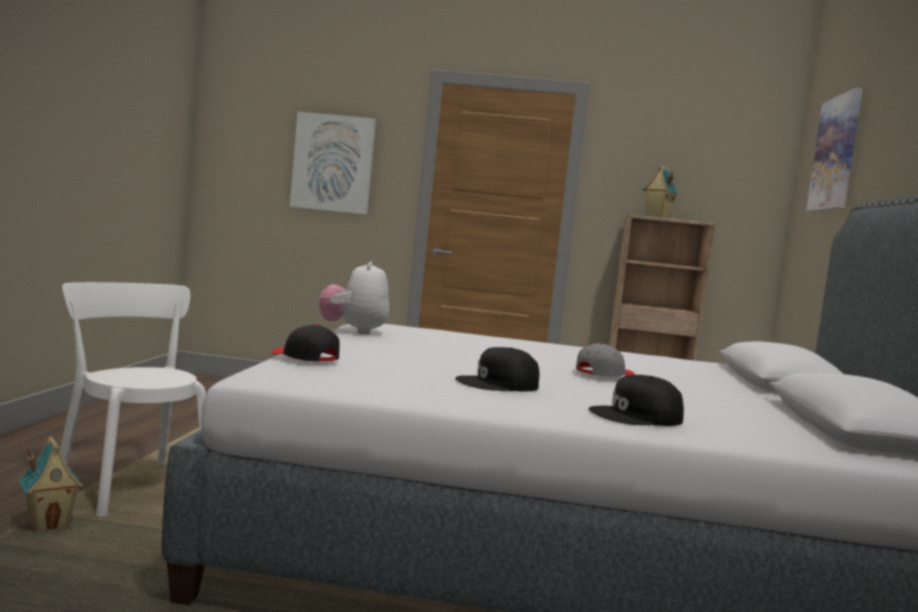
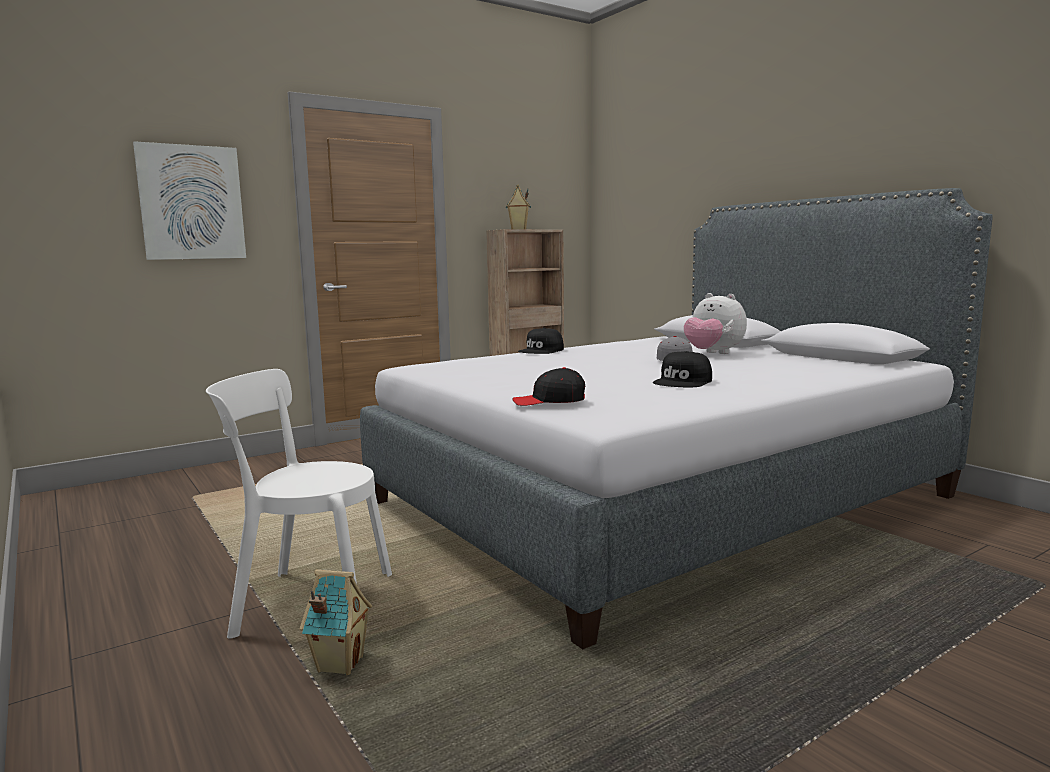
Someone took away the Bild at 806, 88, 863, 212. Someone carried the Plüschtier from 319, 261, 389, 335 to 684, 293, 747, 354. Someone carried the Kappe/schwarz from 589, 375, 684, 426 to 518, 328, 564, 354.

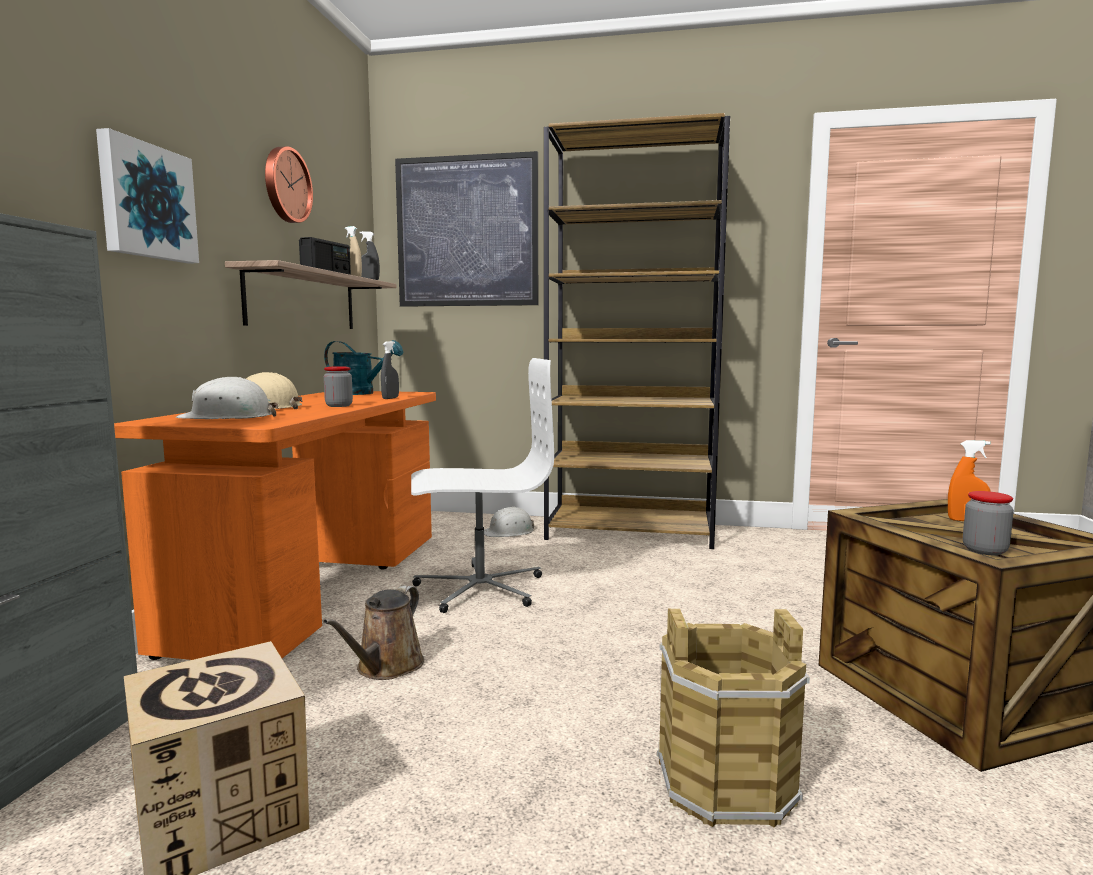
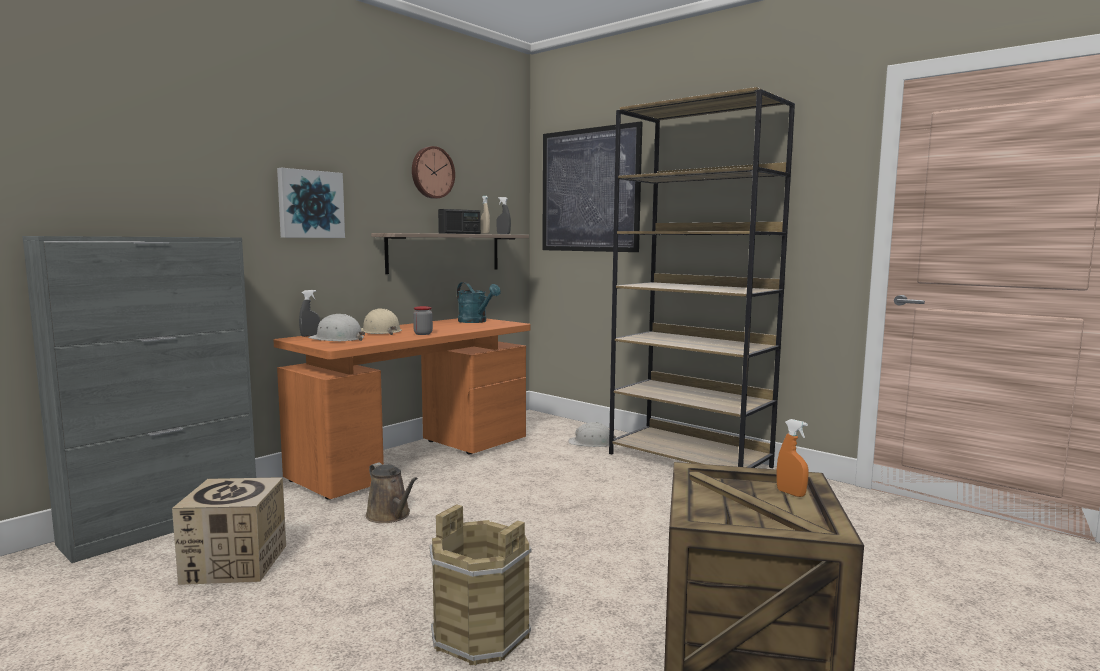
Someone carried the Sprühflasche/grau from 381, 341, 399, 399 to 299, 290, 320, 337. Someone took away the Bürostuhl/weiß at 411, 358, 554, 613. Someone took away the Vorratsglas at 963, 491, 1014, 555. Someone rotated the Gießkanne/braun at 323, 586, 424, 680 by 90 degrees counterclockwise.

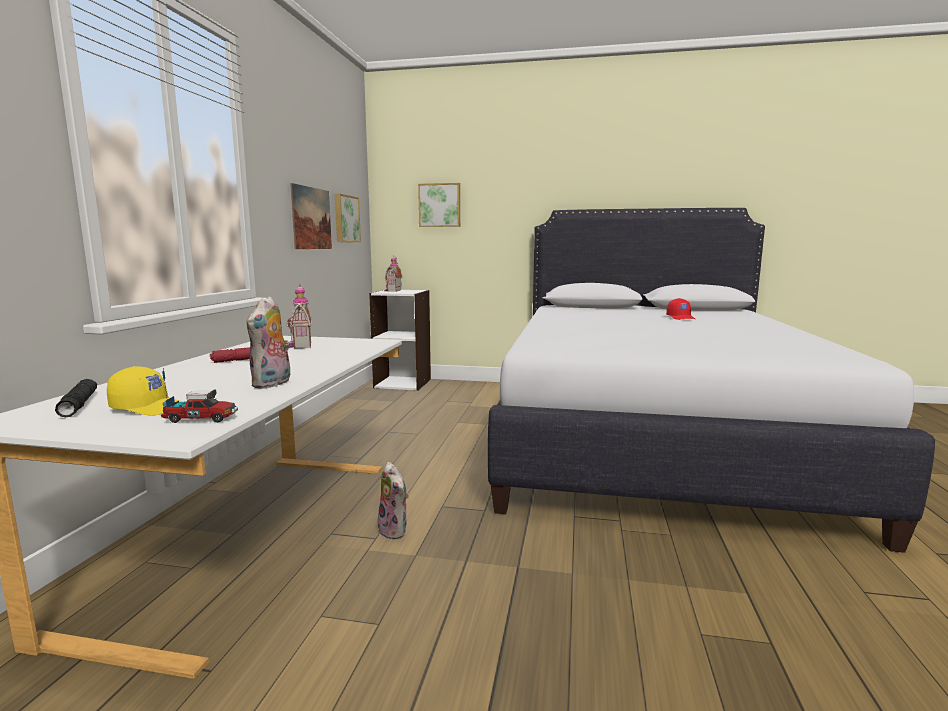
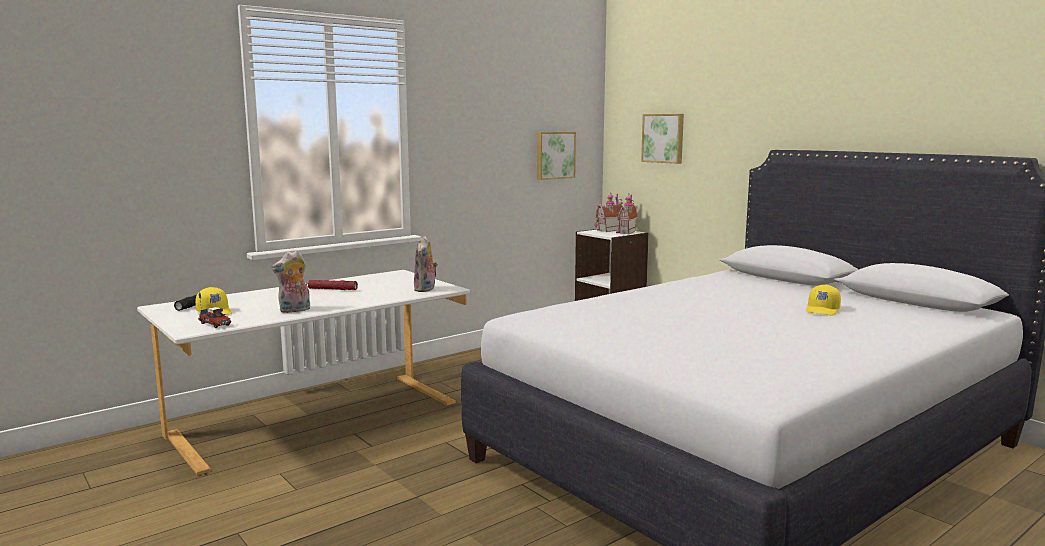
Someone took away the Bild at 290, 183, 332, 249. Someone carried the Spielzeughaus from 286, 282, 312, 349 to 616, 194, 638, 234. Someone repainted the Kappe/rot at 666, 298, 695, 320, which became the Kappe/gelb at 806, 285, 841, 316. Someone carried the Plüschtier from 378, 462, 409, 539 to 414, 236, 438, 292.

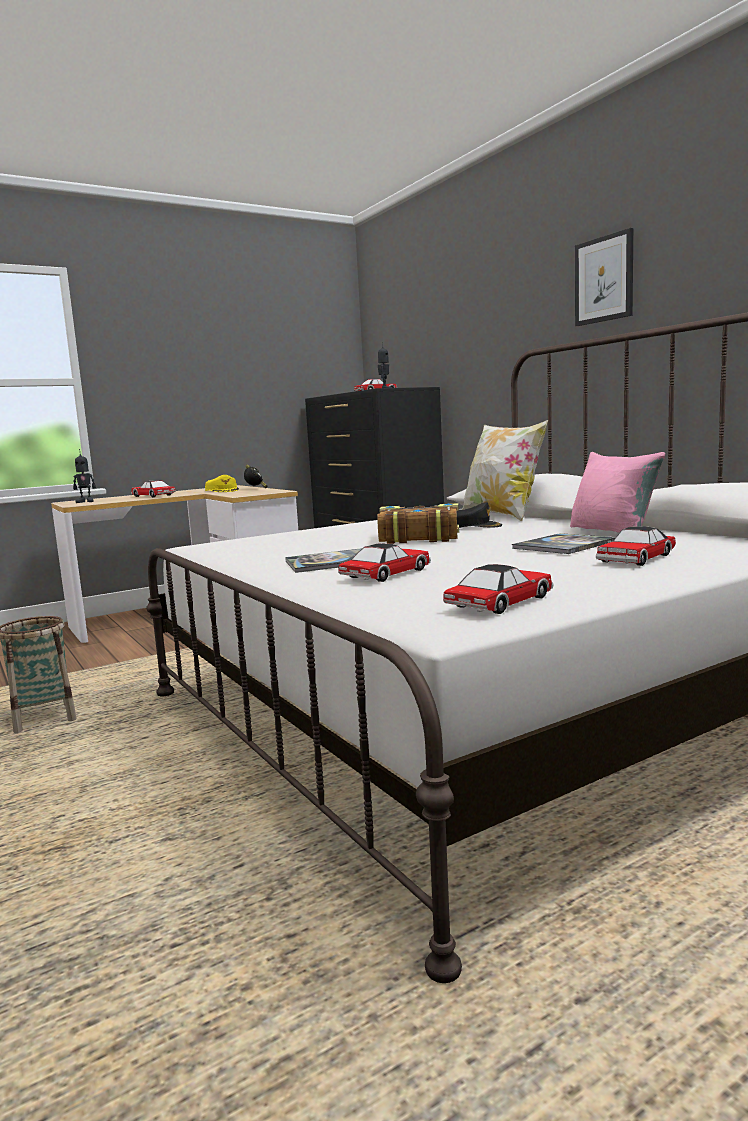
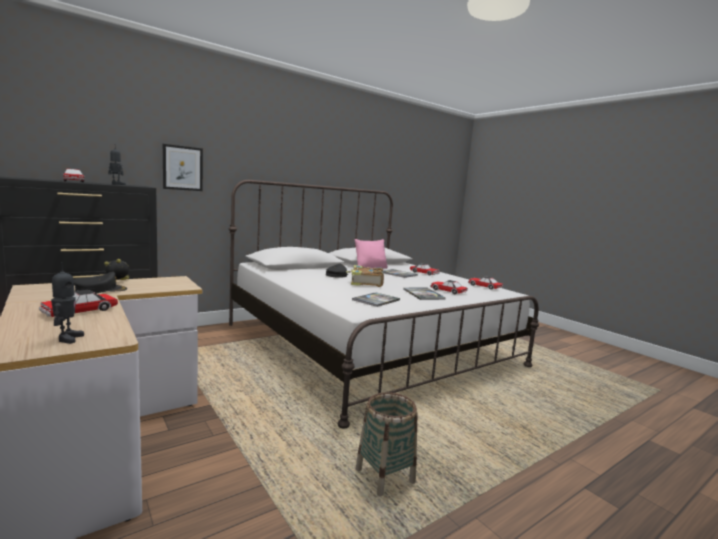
Someone carried the Bild from 575, 228, 633, 326 to 163, 144, 203, 191. Someone took away the Kissen at 462, 420, 548, 521. Someone repainted the Kappe/gelb at 205, 475, 239, 492, which became the Kappe/schwarz at 74, 272, 127, 294. Someone put down the Buch at 352, 292, 400, 307.

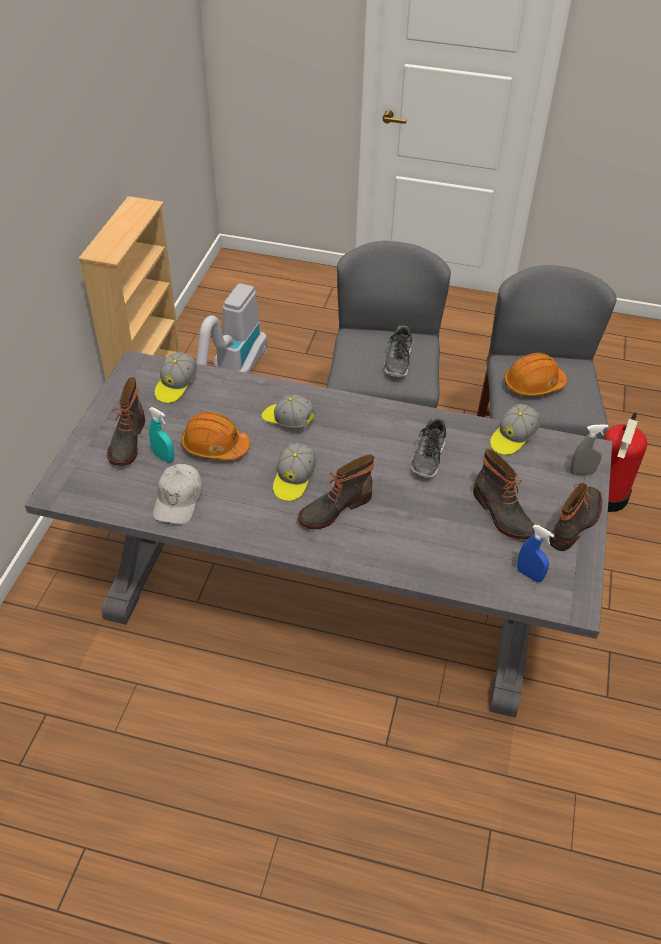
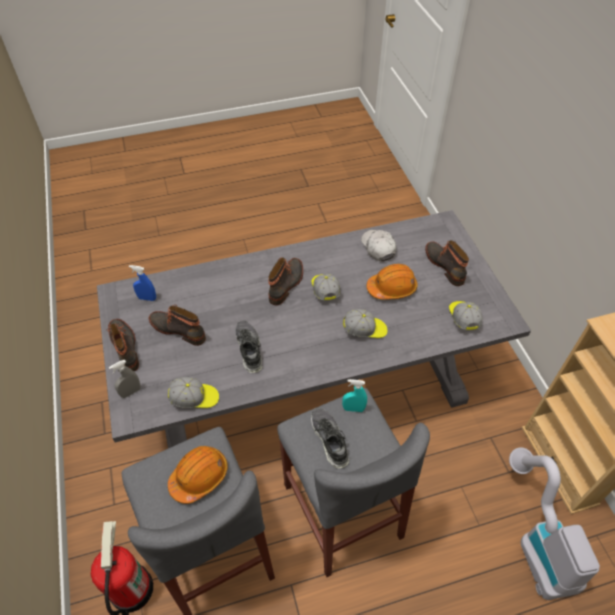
Someone rotated the Kappe at 490, 404, 540, 455 by 75 degrees clockwise. Someone carried the Sprühflasche/türkis from 149, 407, 174, 463 to 342, 379, 367, 412. Someone rotated the Stiefel at 549, 483, 603, 551 by 150 degrees clockwise.

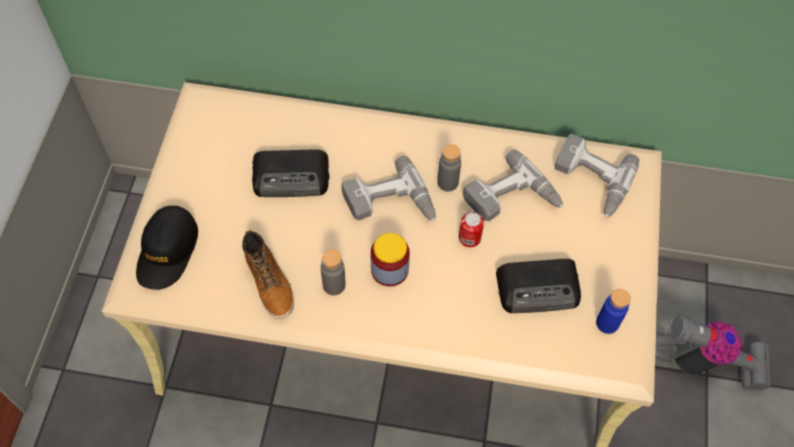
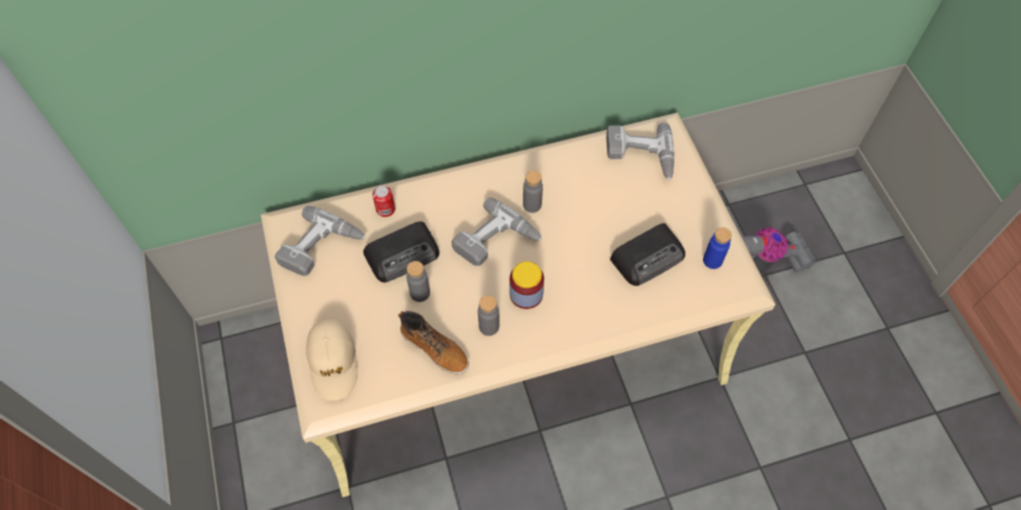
Someone carried the Bohrmaschine from 463, 150, 563, 221 to 275, 206, 366, 276. Someone repainted the Kappe/schwarz at 136, 206, 198, 290, which became the Kappe/beige at 306, 319, 358, 401. Someone carried the Dose from 459, 212, 484, 247 to 372, 186, 395, 217. Someone put down the Flasche/grau at 407, 261, 430, 302.

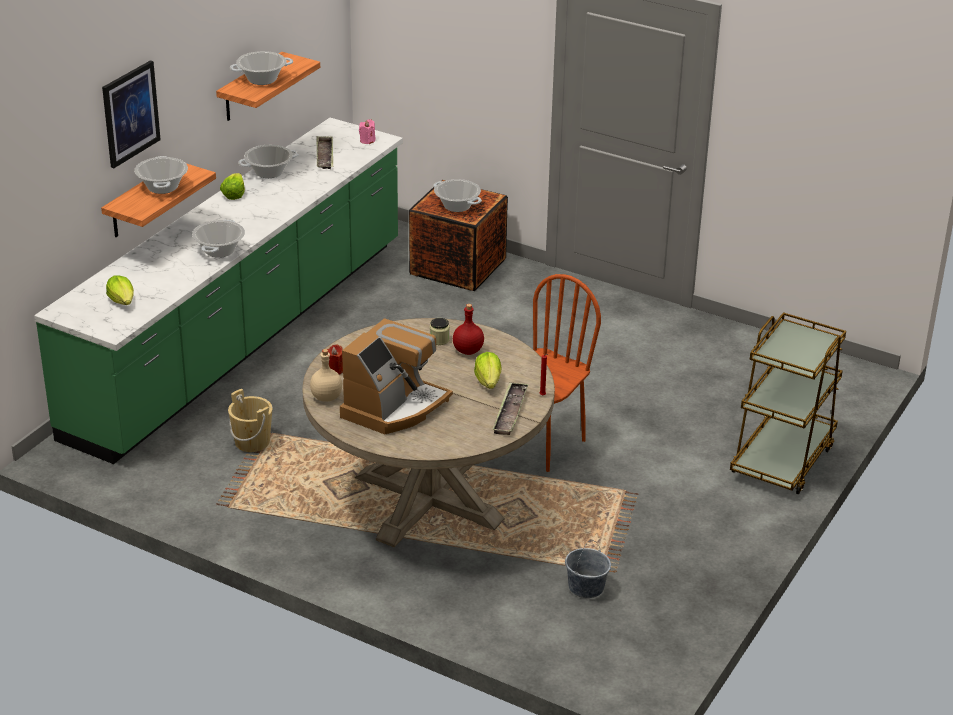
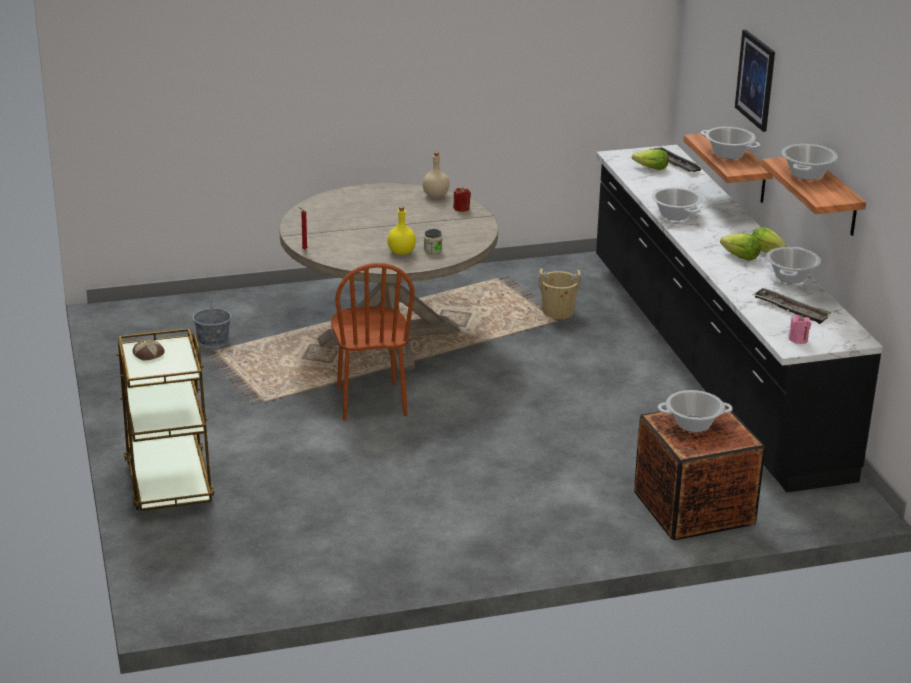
Someone repainted the Küchenzeile/grün at 34, 118, 403, 464, which became the Küchenzeile/schwarz at 596, 145, 883, 493. Someone repainted the Flasche/rot at 453, 304, 484, 355, which became the Flasche/gelb at 388, 206, 416, 255. Someone took away the Kaffeemaschine at 340, 318, 453, 434. Someone carried the Salatkopf from 474, 352, 501, 389 to 720, 233, 761, 261. Someone carried the Tablett from 492, 382, 529, 435 to 650, 146, 704, 172. Someone put down the Brot at 133, 340, 165, 360.

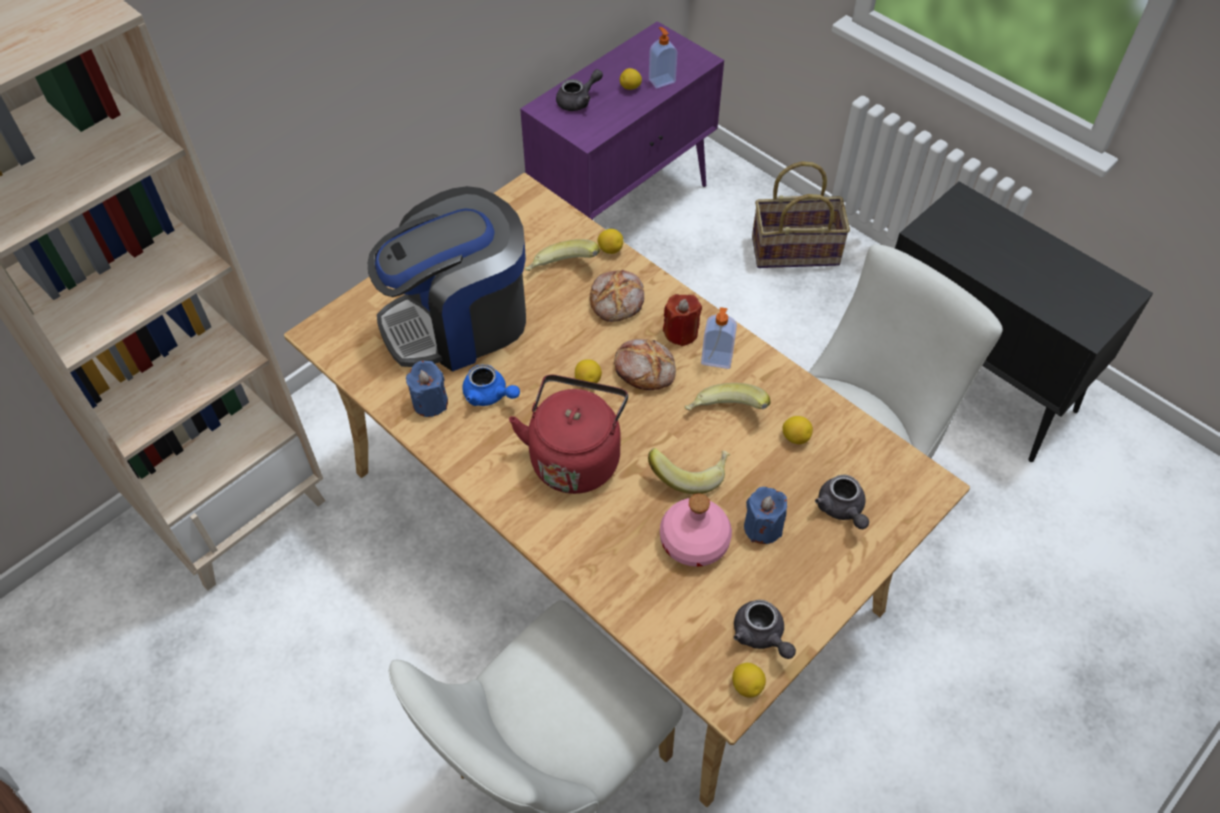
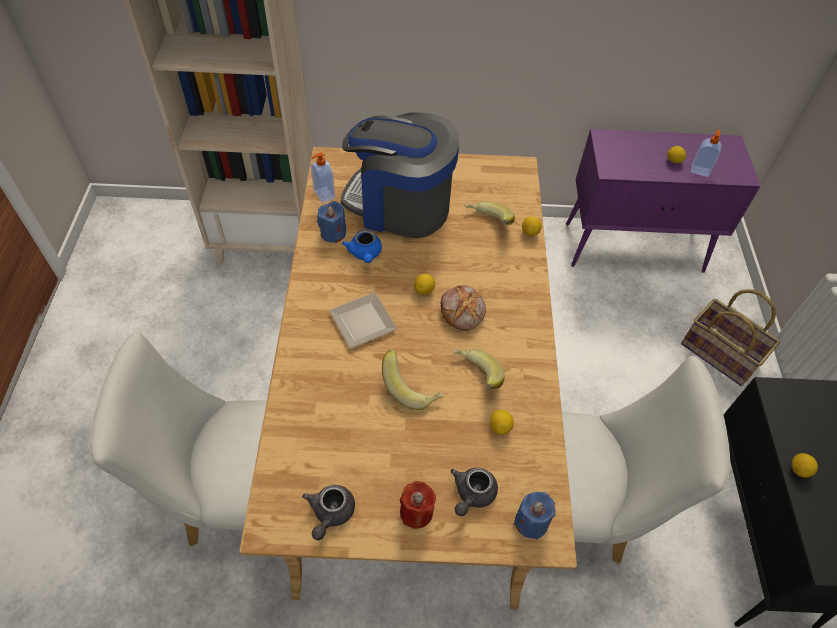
Someone took away the Teekanne/grau at 556, 69, 603, 111. Someone took away the Brot at 590, 270, 644, 322. Someone carried the Kerze/rot from 663, 294, 702, 346 to 400, 481, 436, 529. Someone carried the Seifenspender from 701, 307, 737, 369 to 311, 152, 335, 203. Someone swapped the Wasserkessel/rot at 509, 375, 628, 494 for the Teller at 329, 292, 397, 349. Someone carried the Kerze/blau from 744, 487, 787, 544 to 514, 492, 555, 540. Someone took away the Flasche/rosa at 660, 494, 732, 567. Someone carried the Zitrone from 732, 663, 766, 698 to 791, 453, 818, 478.

